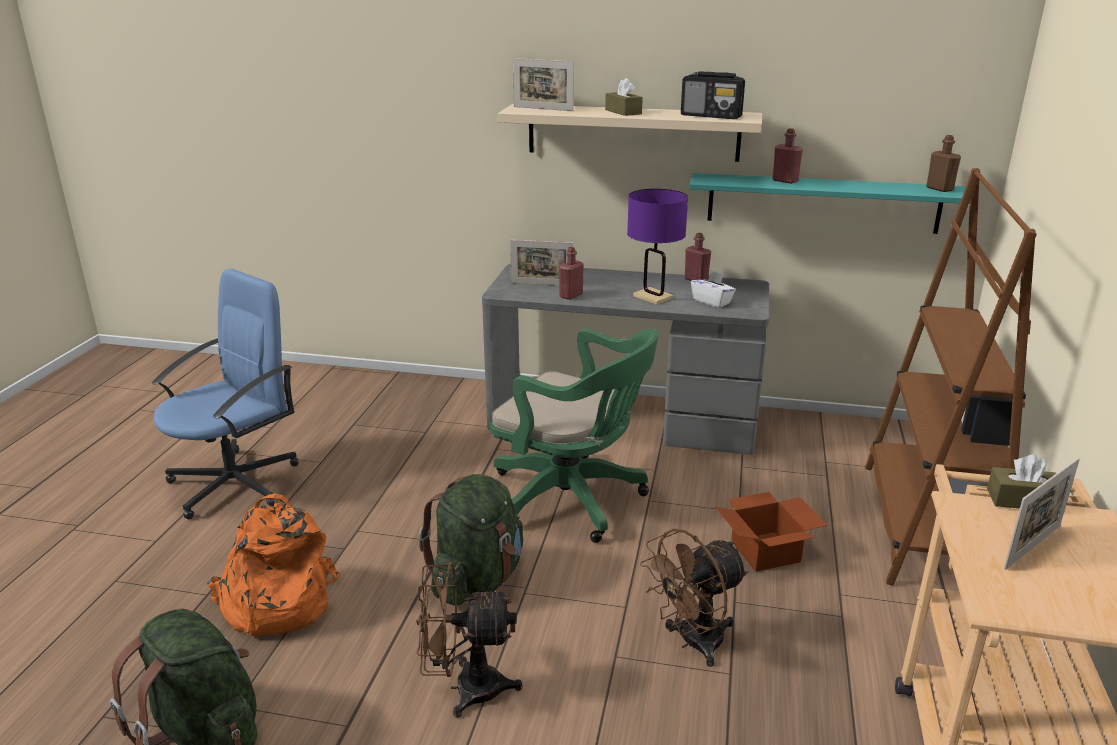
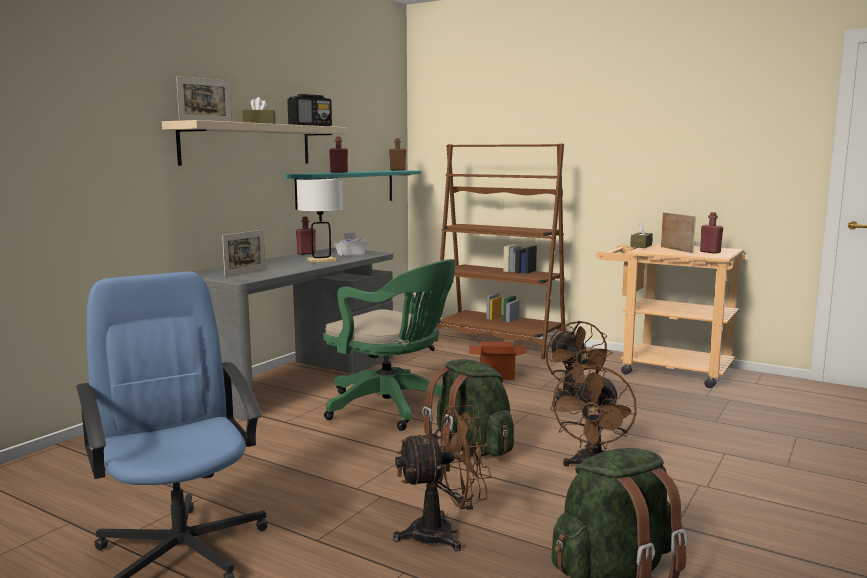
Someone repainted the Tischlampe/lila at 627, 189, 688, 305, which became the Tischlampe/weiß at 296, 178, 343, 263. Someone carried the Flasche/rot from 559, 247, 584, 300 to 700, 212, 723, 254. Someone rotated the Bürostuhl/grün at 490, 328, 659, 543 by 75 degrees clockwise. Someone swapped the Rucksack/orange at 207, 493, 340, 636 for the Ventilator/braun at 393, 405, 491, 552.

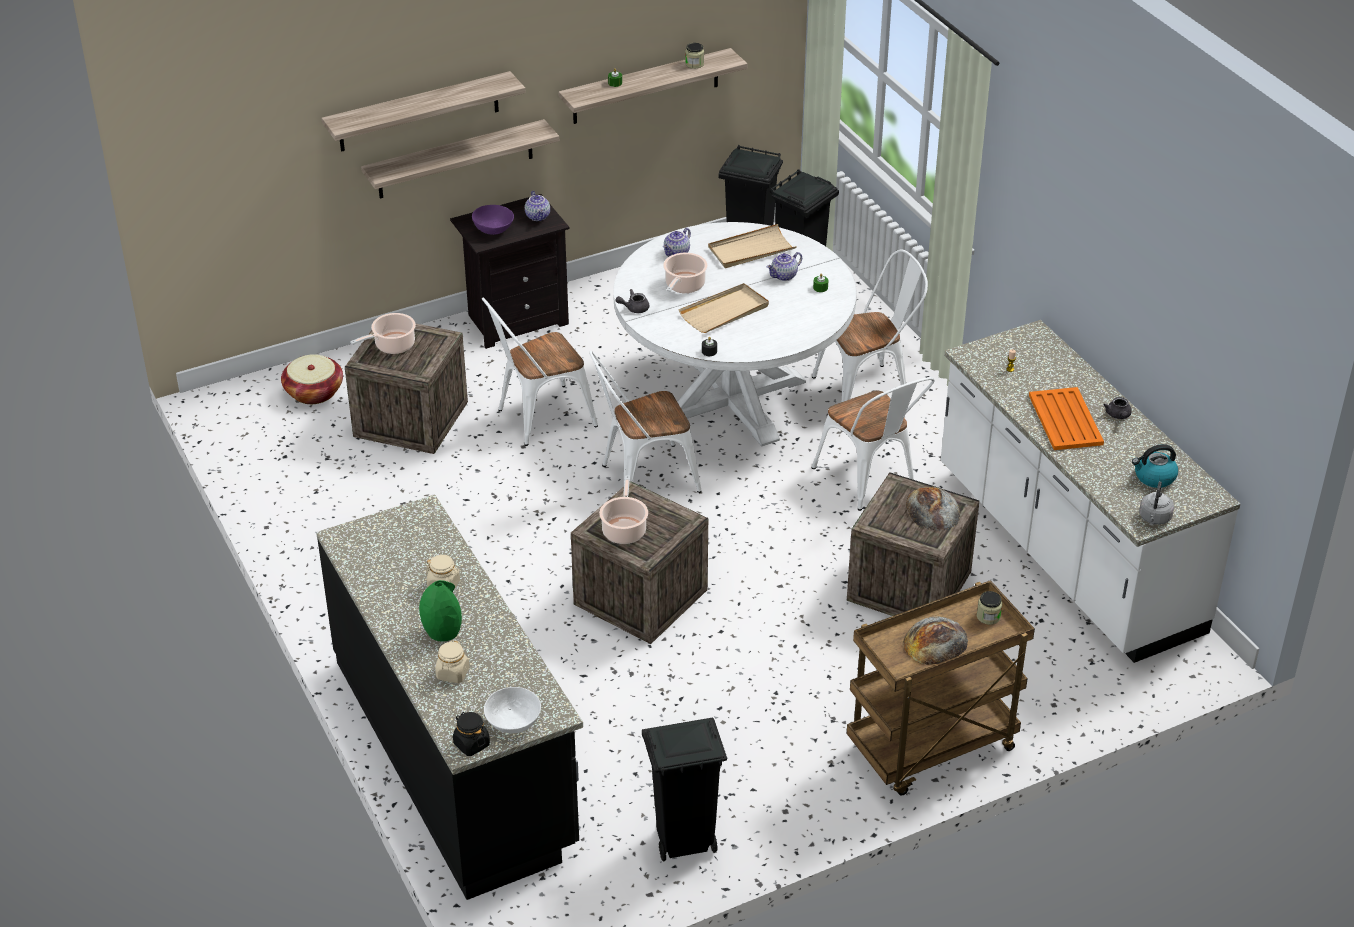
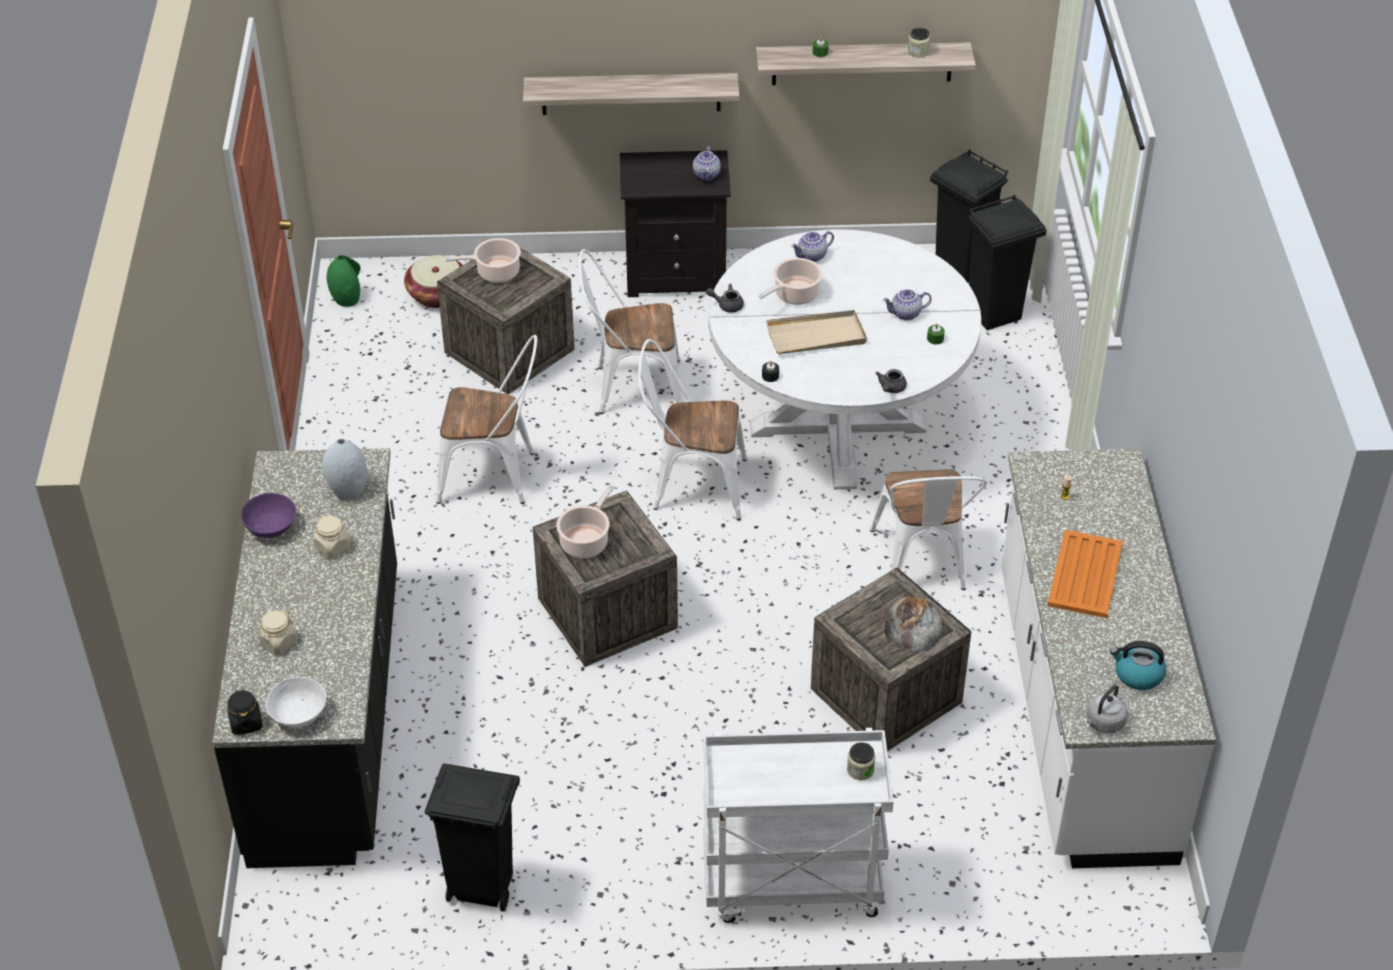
Someone took away the Wandregal at 322, 71, 526, 152. Someone carried the Schüssel/lila from 472, 205, 514, 235 to 241, 493, 297, 538. Someone took away the Tablett/beige at 708, 224, 797, 268. Someone carried the Stuhl/weiß from 812, 249, 928, 402 to 436, 335, 537, 504. Someone carried the Teekanne/grau from 1104, 397, 1132, 419 to 875, 369, 907, 393. Someone carried the Vase/grün from 419, 580, 462, 641 to 327, 255, 361, 307. Someone repainted the Rollwagen/braun at 847, 580, 1035, 796, which became the Rollwagen/weiß at 703, 728, 894, 923. Someone took away the Brot at 903, 617, 968, 665. Someone put down the Vase/grau at 322, 439, 367, 500.

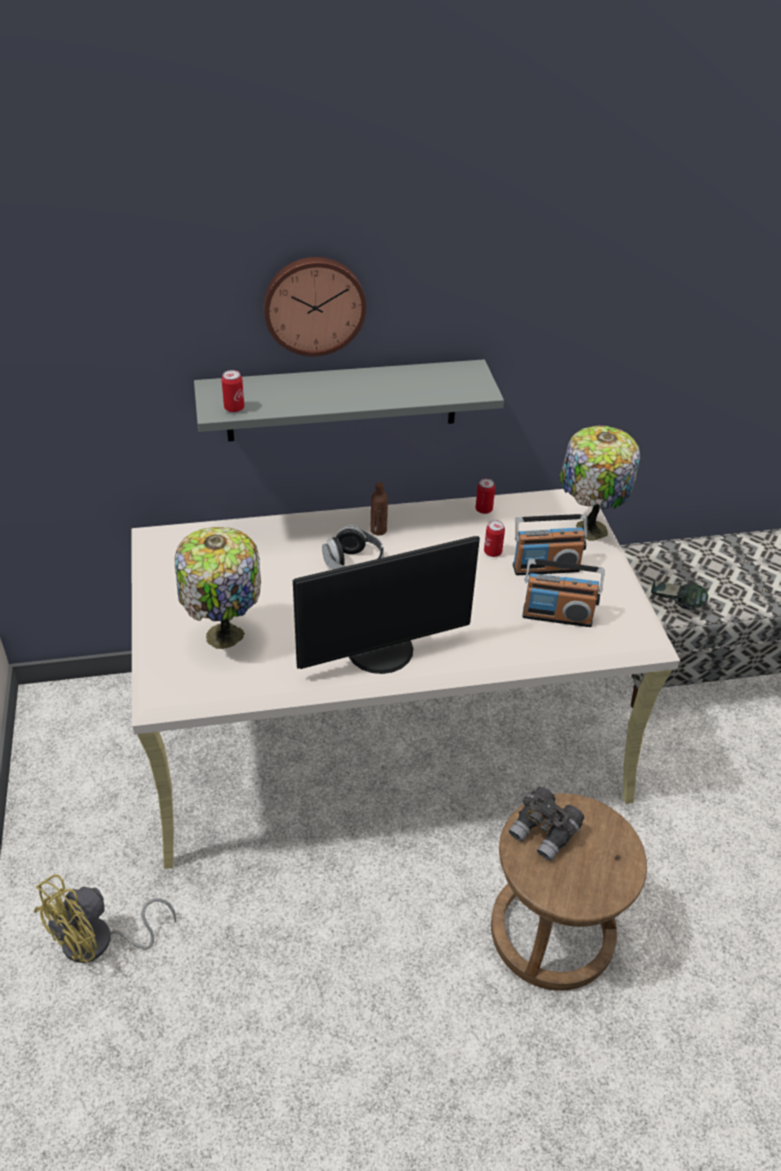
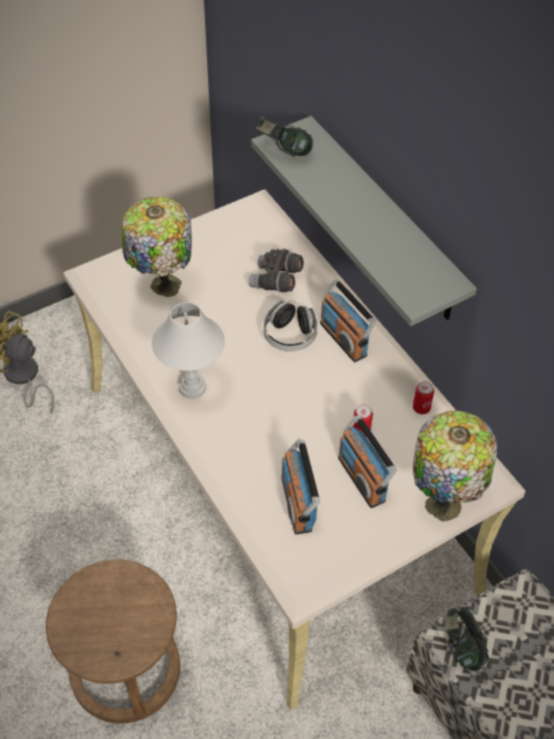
Someone took away the Wanduhr at 263, 257, 366, 356. Someone swapped the Dose at 221, 370, 244, 413 for the Kopfhörer at 255, 117, 313, 157. Someone swapped the Flasche/braun at 370, 482, 388, 536 for the Radio at 320, 279, 376, 362. Someone swapped the Monitor at 293, 536, 480, 674 for the Tischlampe/weiß at 152, 302, 225, 399. Someone carried the Fernglas/grau from 509, 787, 584, 861 to 249, 249, 304, 292.

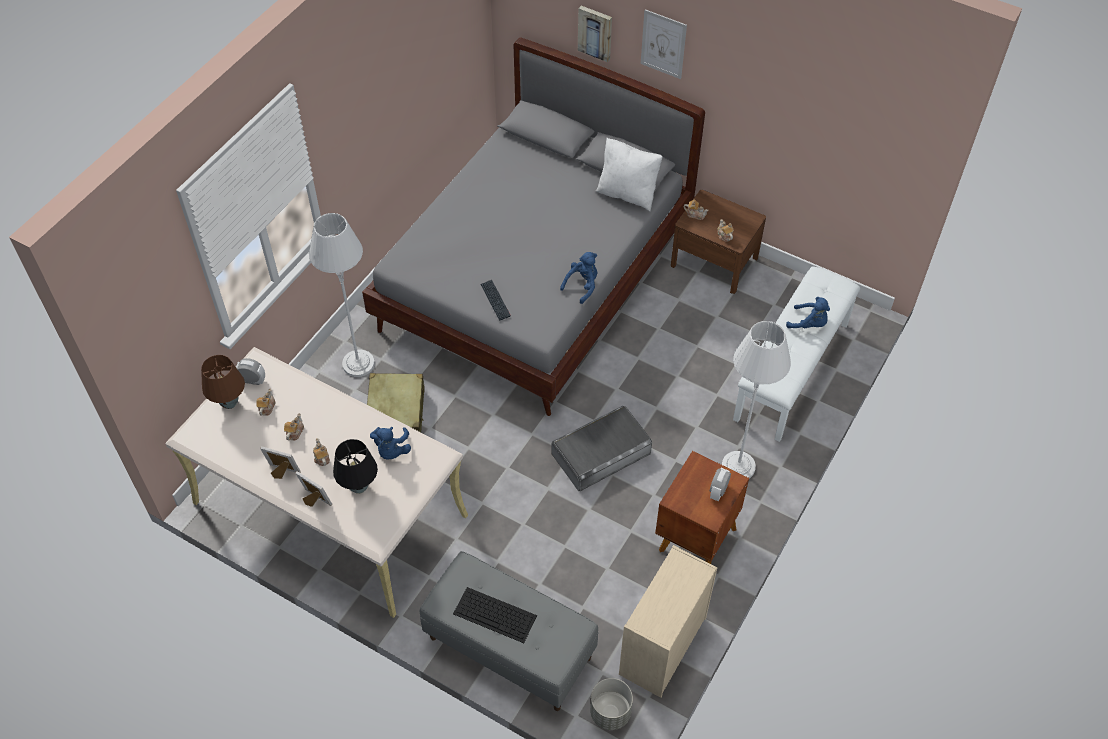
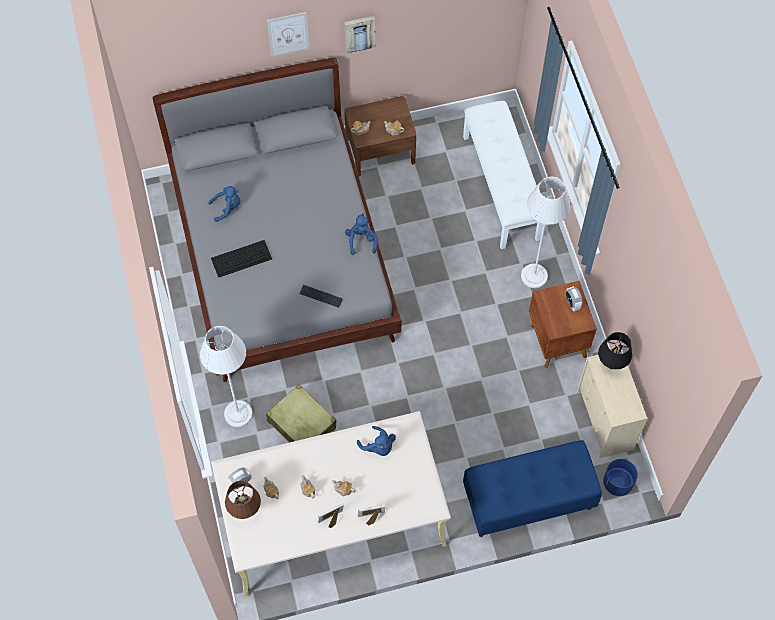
Someone carried the Bild from 578, 6, 612, 62 to 344, 16, 376, 54. Someone took away the Kissen/weiß at 596, 138, 663, 211. Someone carried the Plüschtier/blau from 786, 297, 830, 328 to 208, 186, 240, 222. Someone took away the Aufbewahrungsbox/grau at 552, 406, 652, 491. Someone carried the Tischlampe/schwarz from 333, 439, 378, 494 to 598, 332, 632, 369. Someone repainted the Bank/grau at 420, 551, 599, 711, which became the Bank/blau at 463, 440, 602, 537. Someone carried the Tastatur from 453, 587, 537, 643 to 211, 240, 272, 278. Someone repainted the Pflanzkübel/grau at 590, 678, 633, 730, which became the Pflanzkübel/blau at 603, 459, 638, 496.

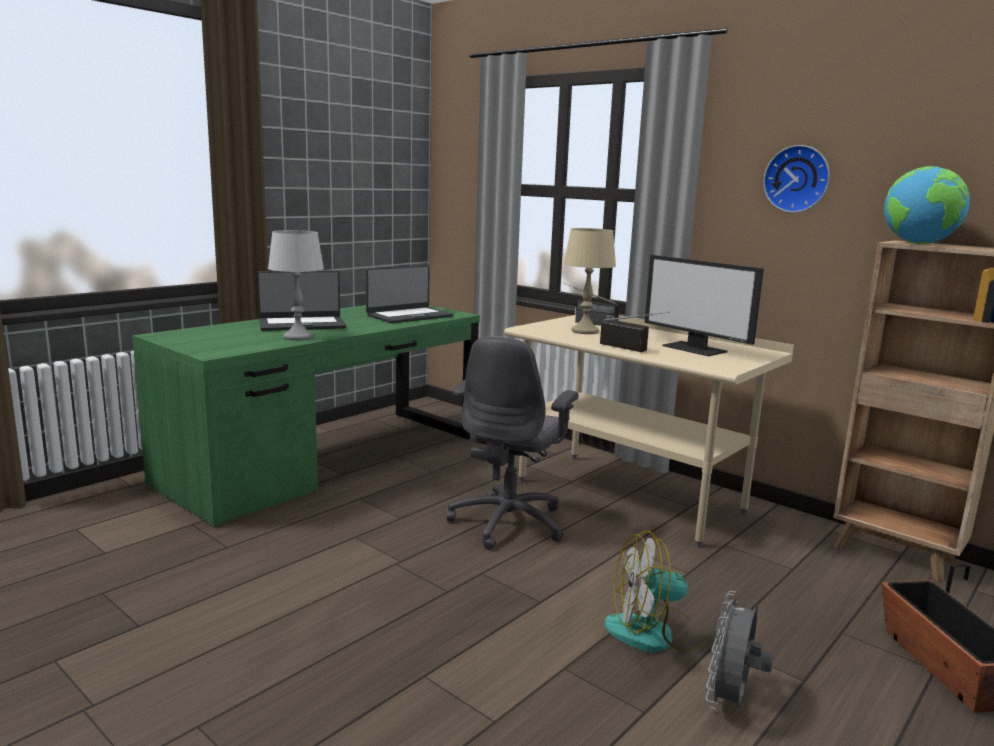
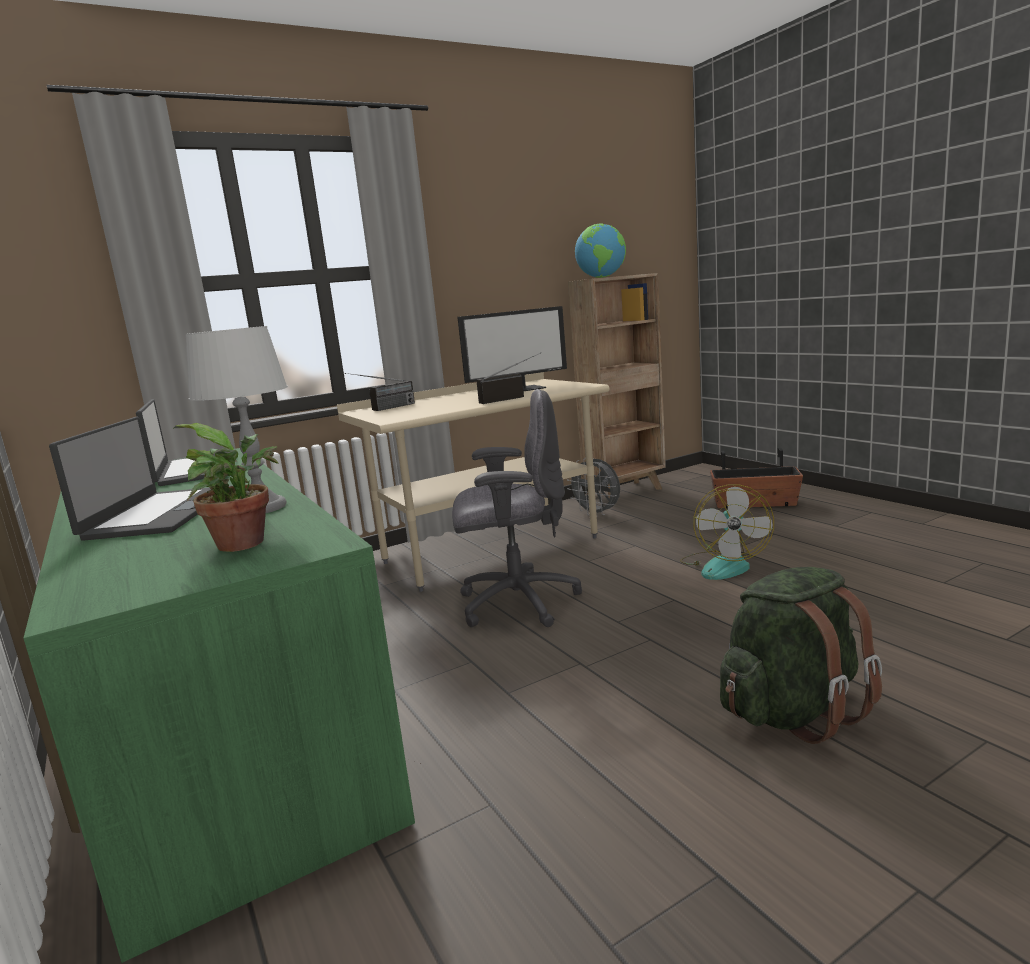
Someone took away the Wanduhr at 763, 145, 830, 213. Someone took away the Tischlampe/beige at 563, 228, 616, 334. Someone rotated the Bürostuhl/grau at 446, 336, 579, 550 by 45 degrees counterclockwise. Someone carried the Ventilator/grau from 706, 591, 774, 710 to 567, 458, 620, 516. Someone put down the Topfpflanze at 173, 423, 278, 552. Someone put down the Rucksack/grün at 720, 567, 882, 744.

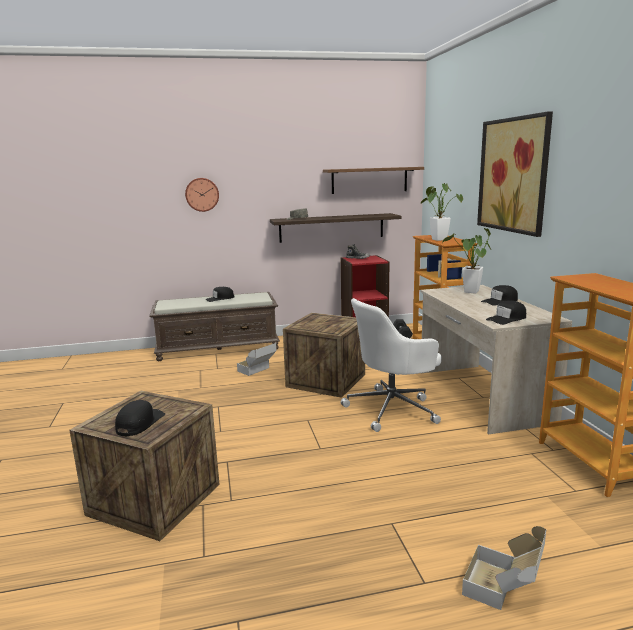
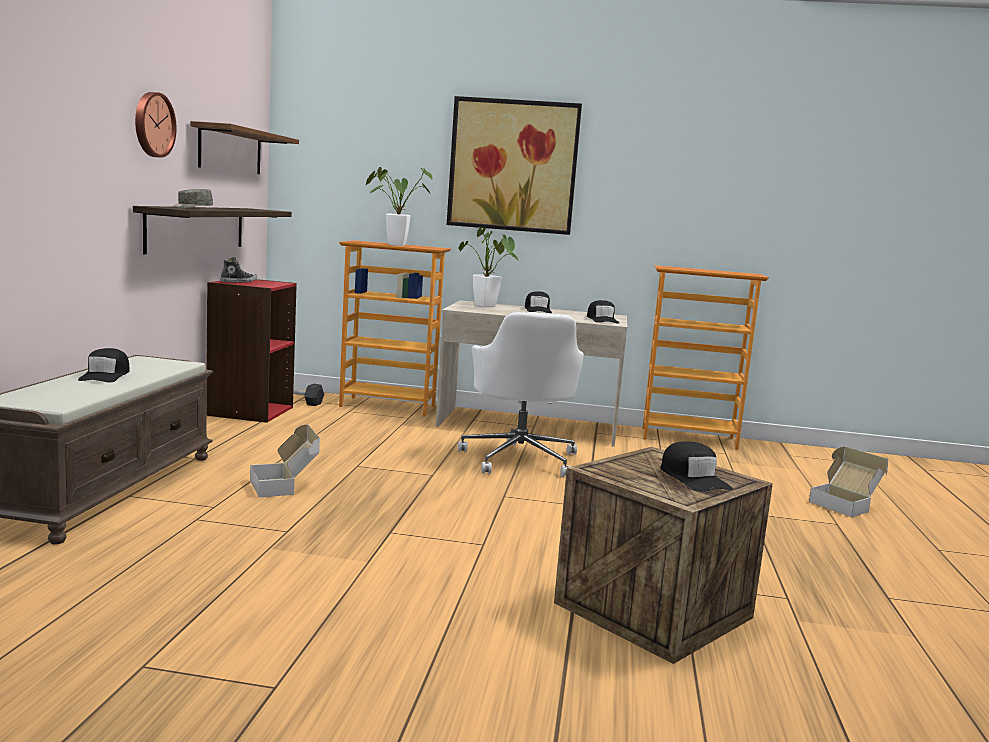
Someone carried the Wanduhr from 185, 178, 219, 212 to 135, 92, 177, 158. Someone took away the Kiste at 283, 313, 365, 398. Someone rotated the Kappe/schwarz at 115, 400, 165, 436 by 150 degrees counterclockwise.

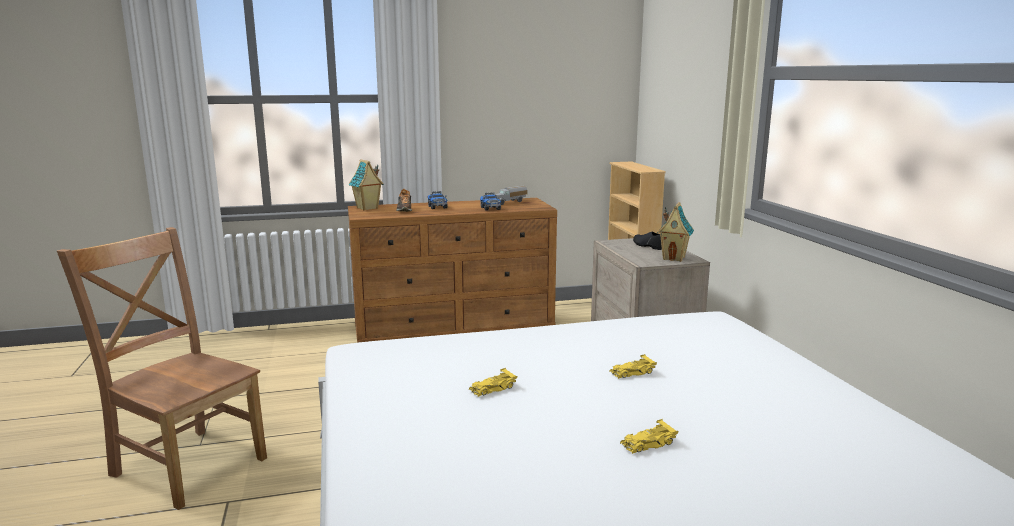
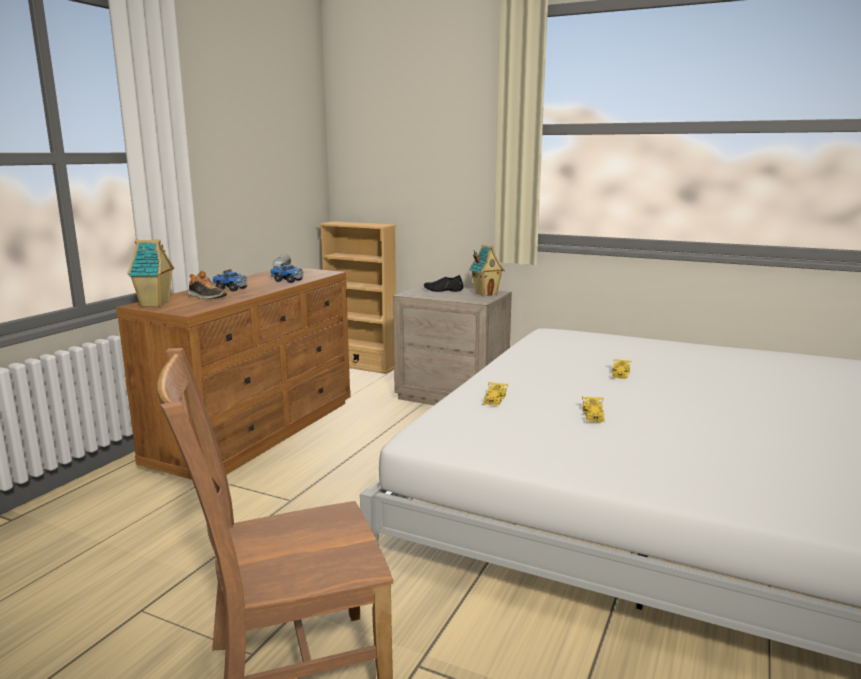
Someone carried the Spielzeugauto/gelb from 620, 419, 678, 454 to 483, 382, 508, 406.

